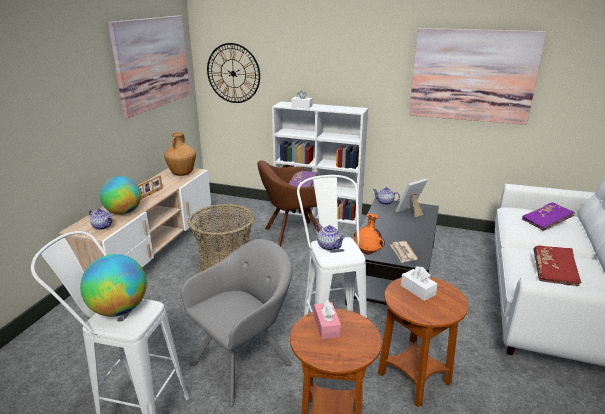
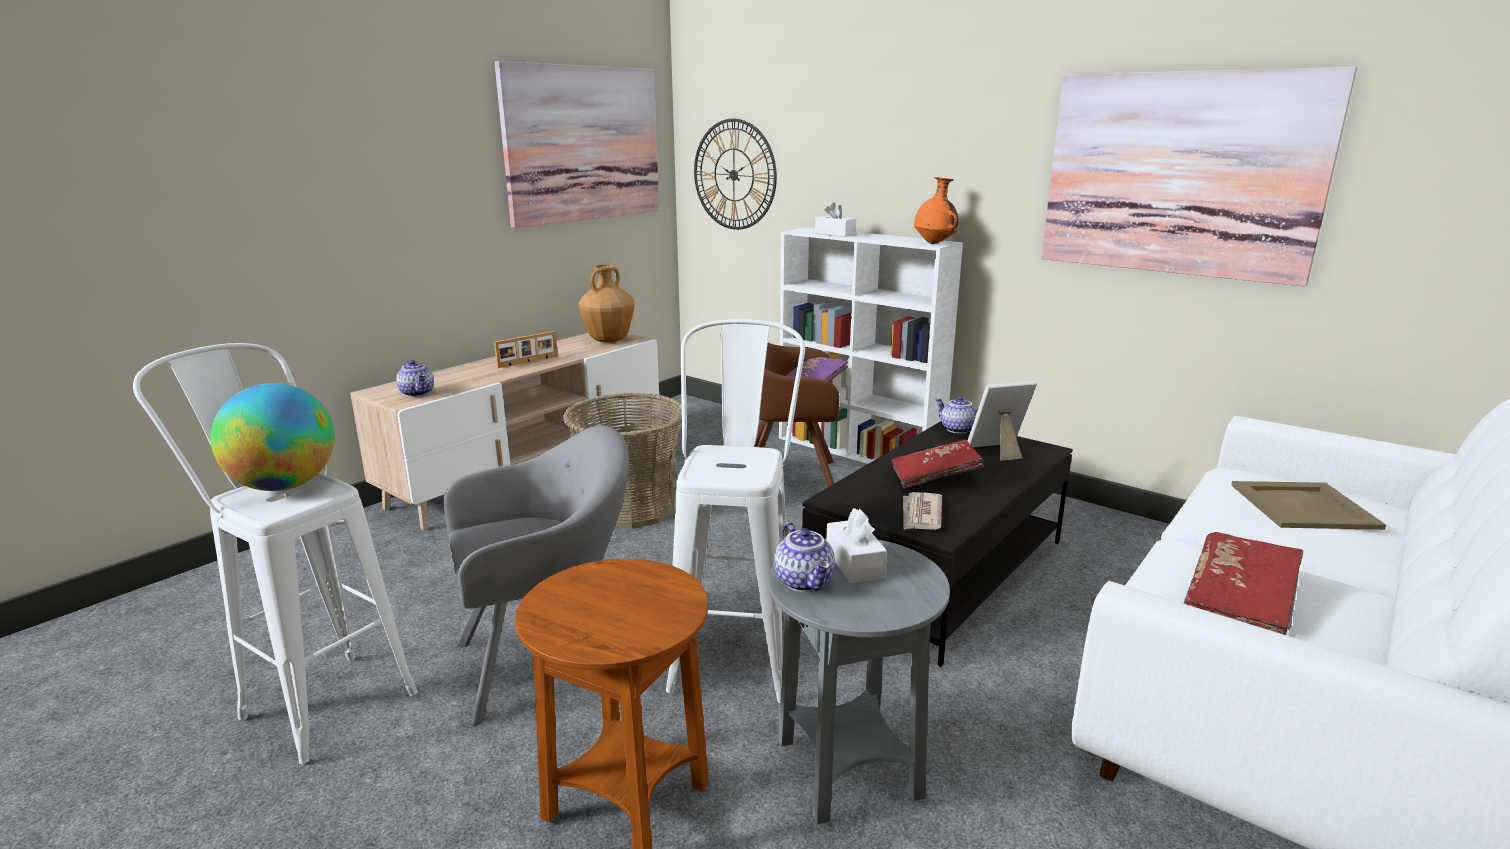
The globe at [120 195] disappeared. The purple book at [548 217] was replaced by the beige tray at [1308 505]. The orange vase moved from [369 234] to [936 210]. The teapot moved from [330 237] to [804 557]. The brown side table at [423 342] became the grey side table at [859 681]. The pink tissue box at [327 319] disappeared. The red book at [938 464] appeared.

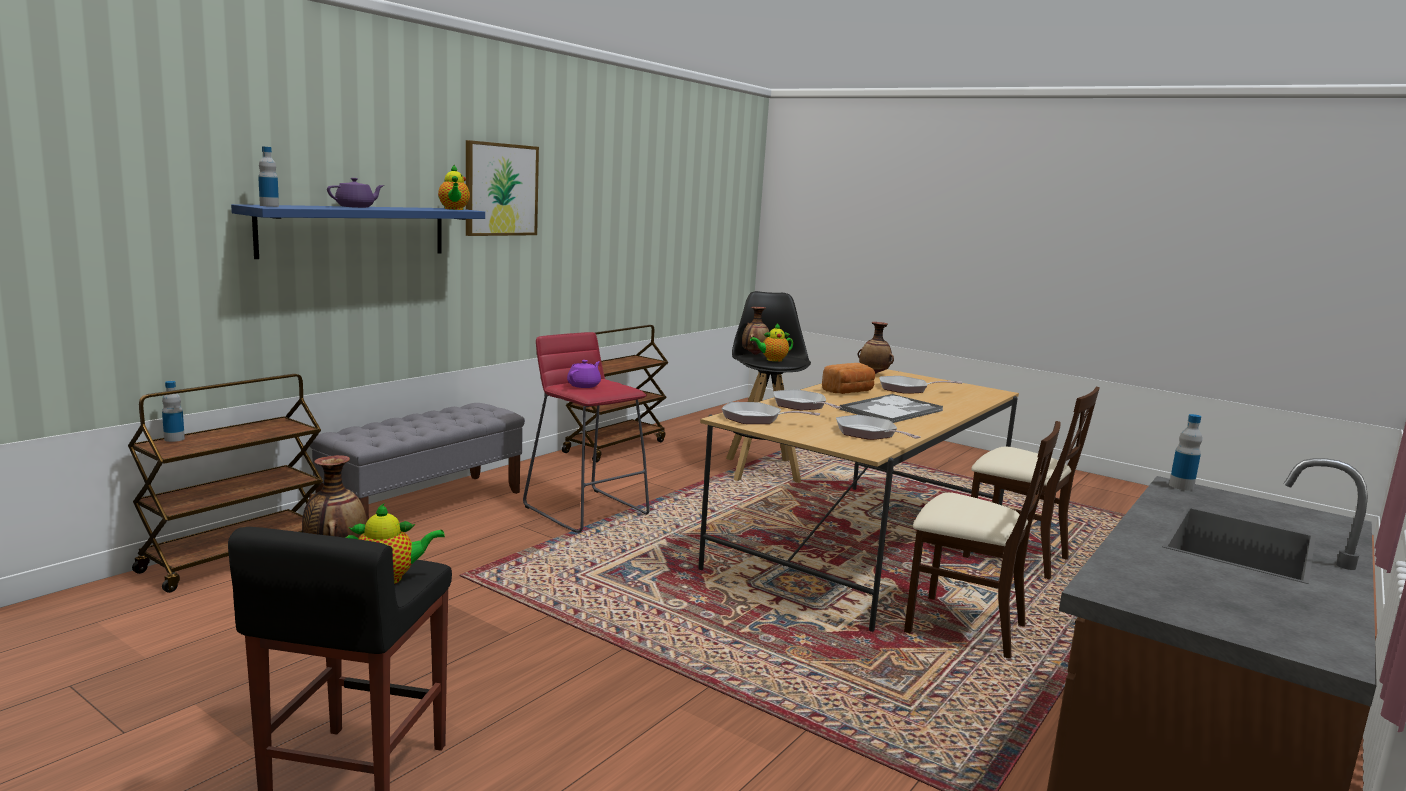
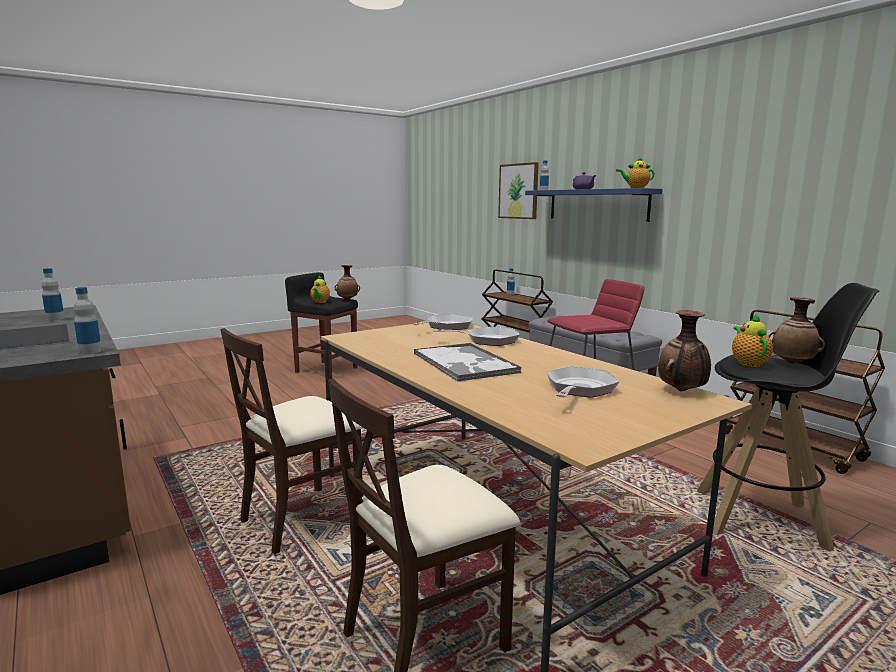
The picture moved from [502 188] to [518 190]. The purple teapot at [584 374] disappeared. The bread at [848 378] disappeared. The frying pan at [878 427] disappeared. The bottle at [53 294] appeared.

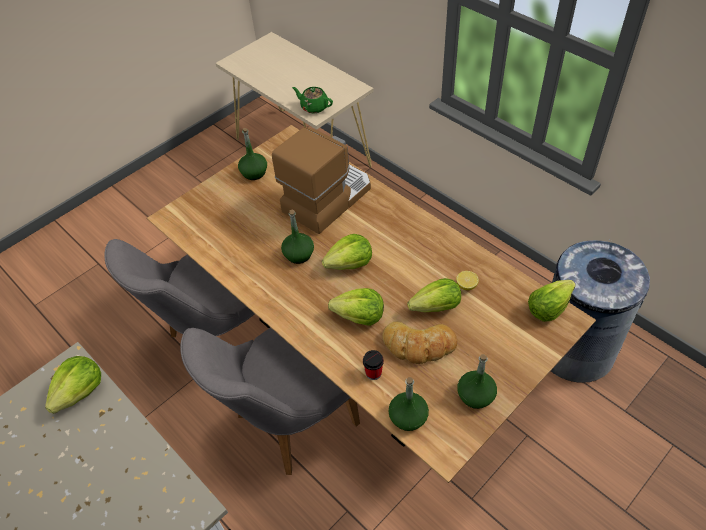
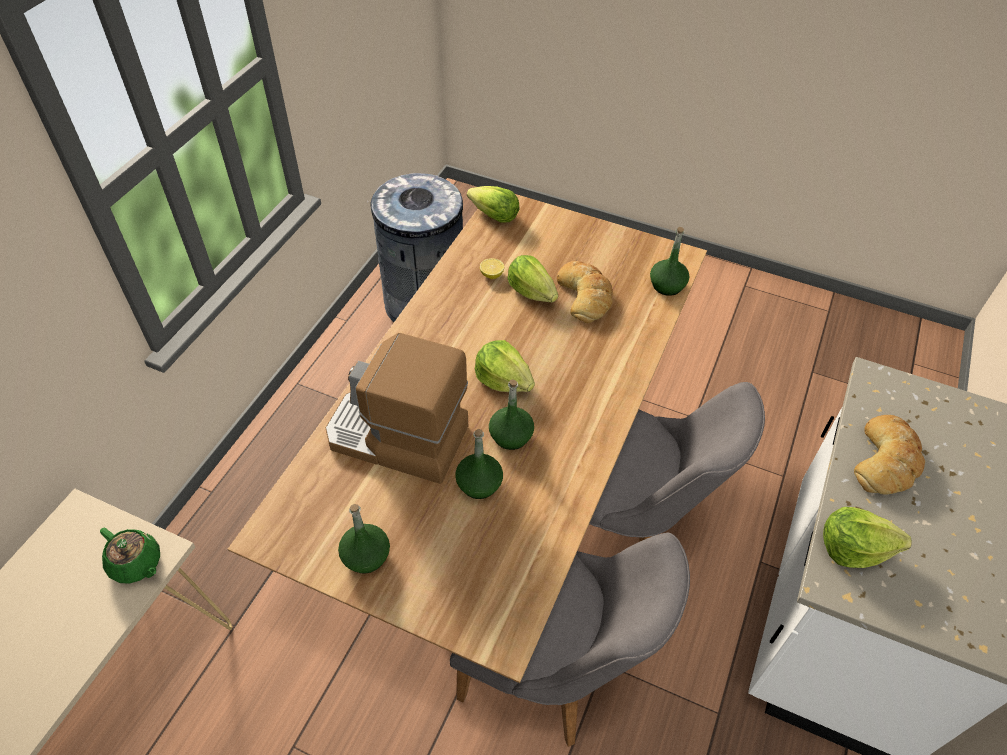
The green teapot at [312 100] turned 60 degrees counterclockwise. The lettuce at [356 307] disappeared. The cup at [373 365] disappeared. The green bottle moved from [477 381] to [479 464]. The bread at [889 455] appeared.

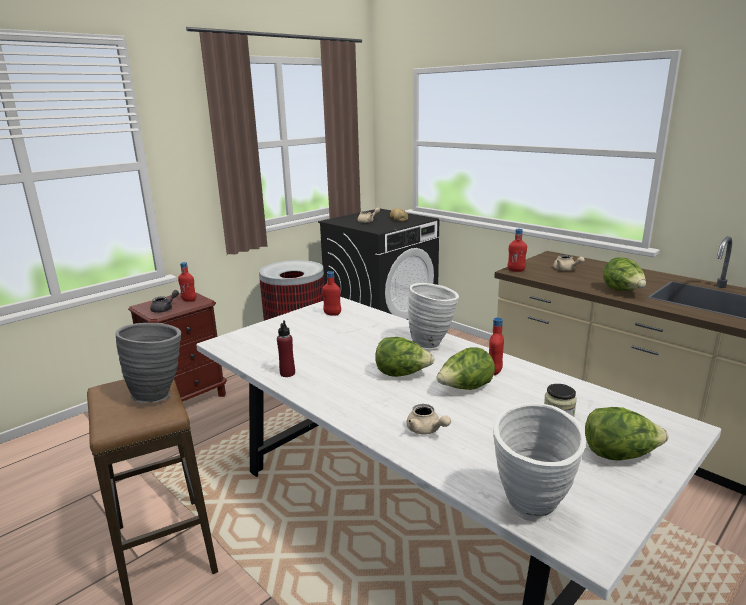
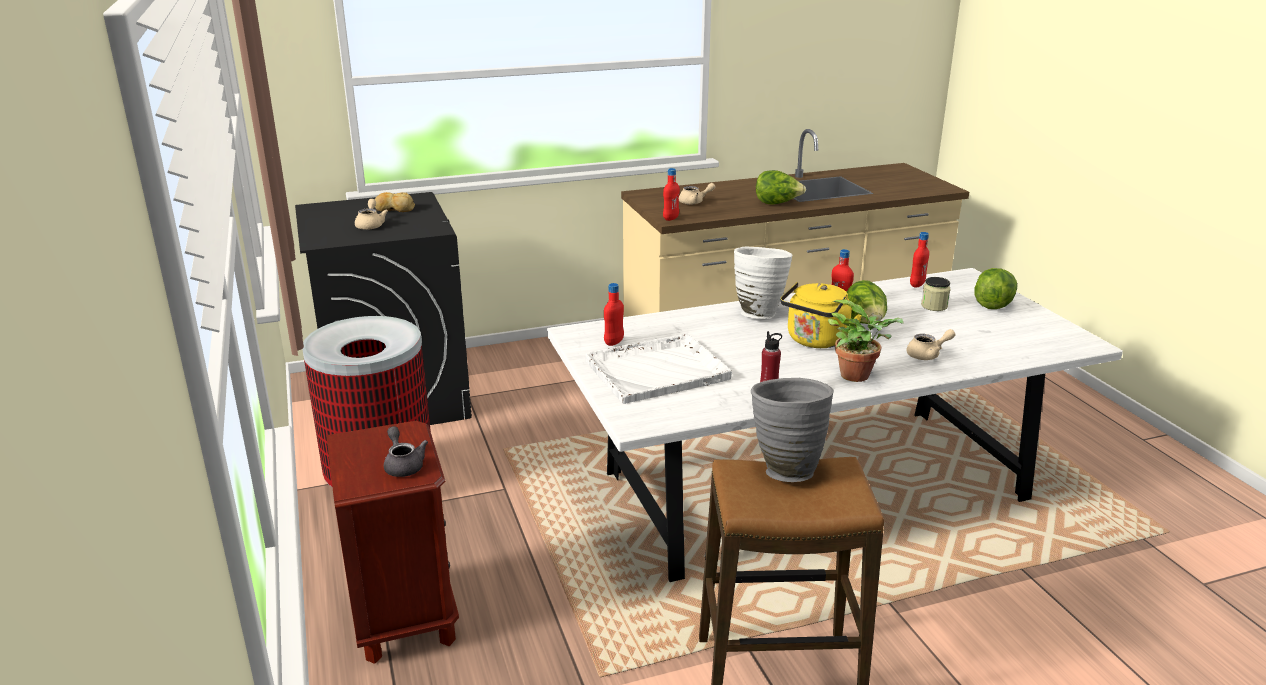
The red bottle moved from [187 282] to [919 260]. The lettuce at [404 357] was replaced by the yellow kettle at [821 315]. The white vase at [539 462] disappeared. The potted plant at [866 340] appeared. The white tray at [658 368] appeared.

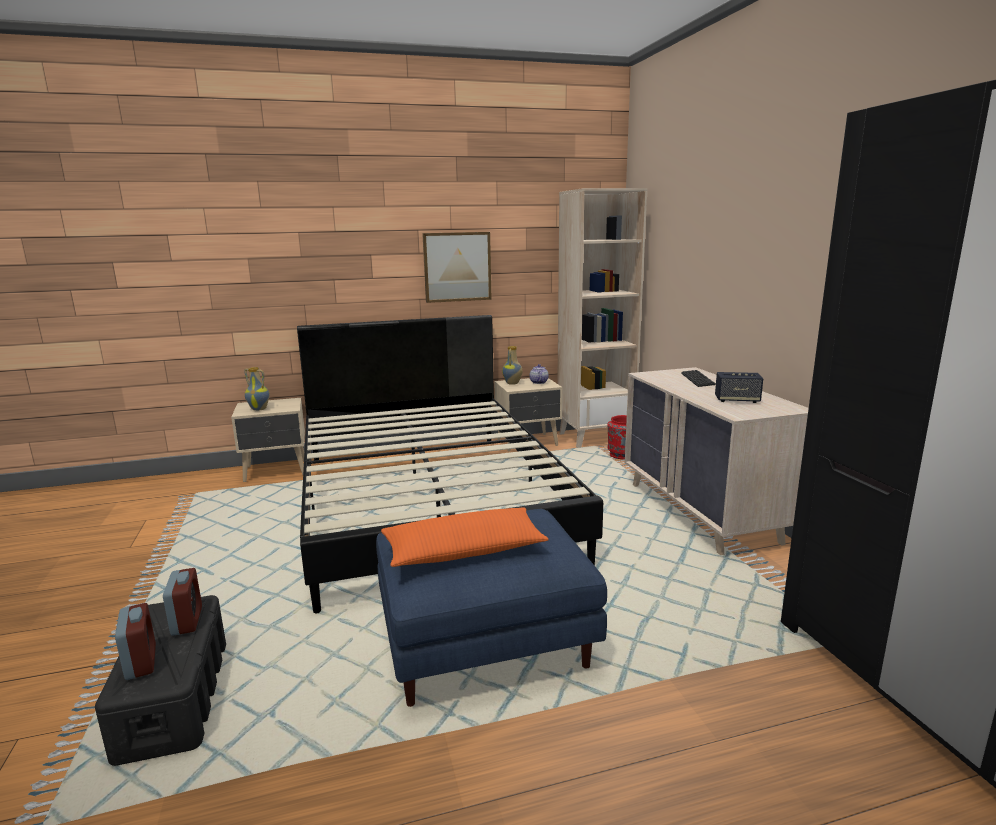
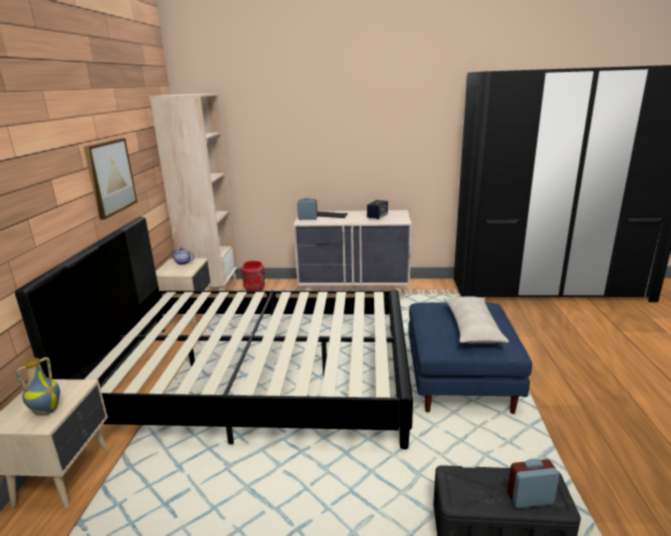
The vase at [512 365] disappeared. The orange pillow at [465 537] became the beige pillow at [476 320]. The alarm clock moved from [182 602] to [307 209].

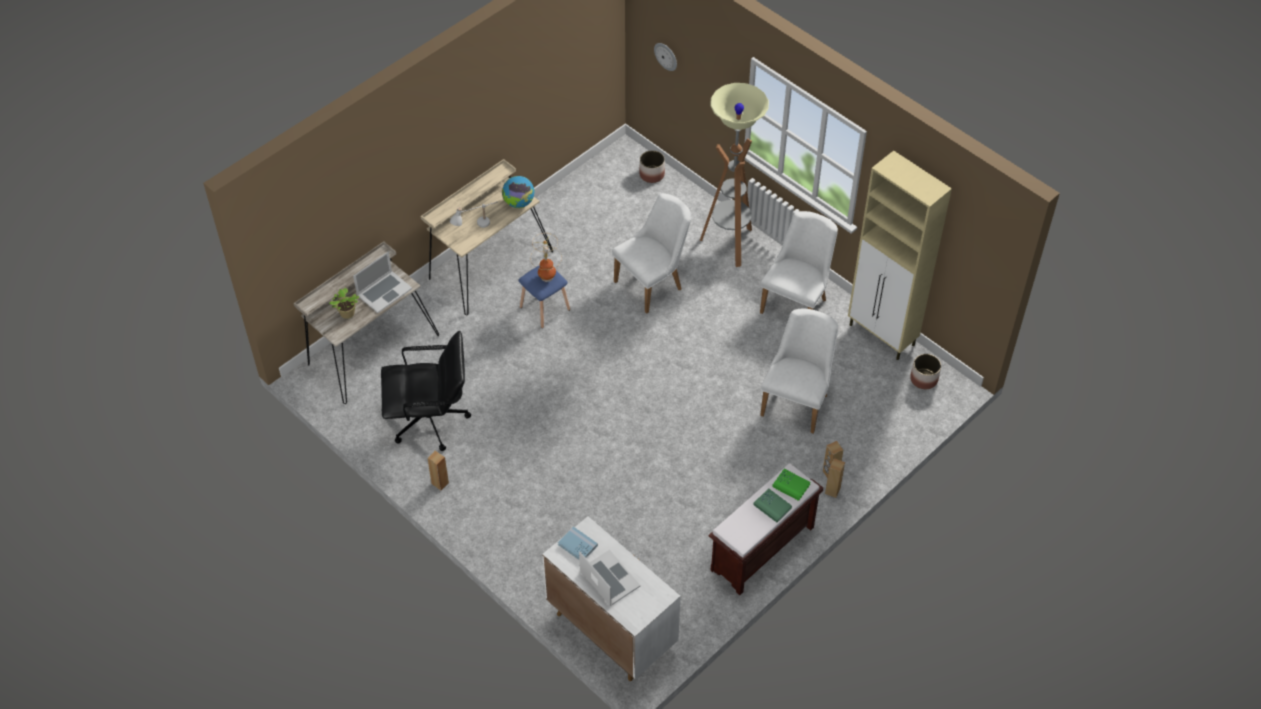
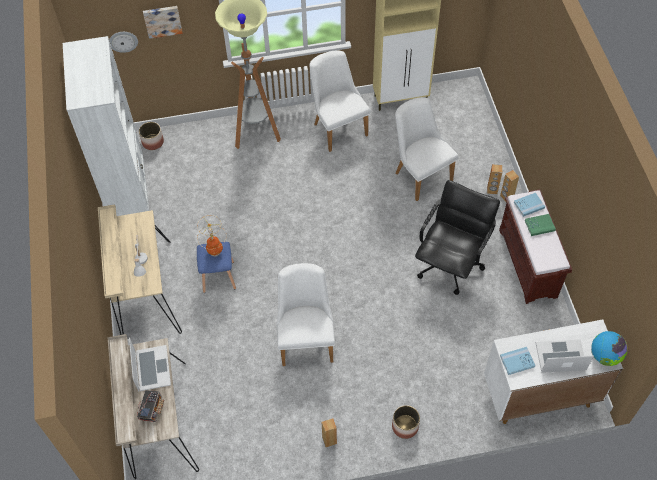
The globe moved from [518 192] to [609 348]. The white chair moved from [652 253] to [306 314]. The potted plant at [344 303] was replaced by the radio at [150 406]. The black office chair moved from [426 391] to [457 237]. The planter moved from [925 371] to [406 422]. The green book at [791 485] became the blue book at [529 204]. The picture at [163 22] appeared. The white bookcase at [106 126] appeared.

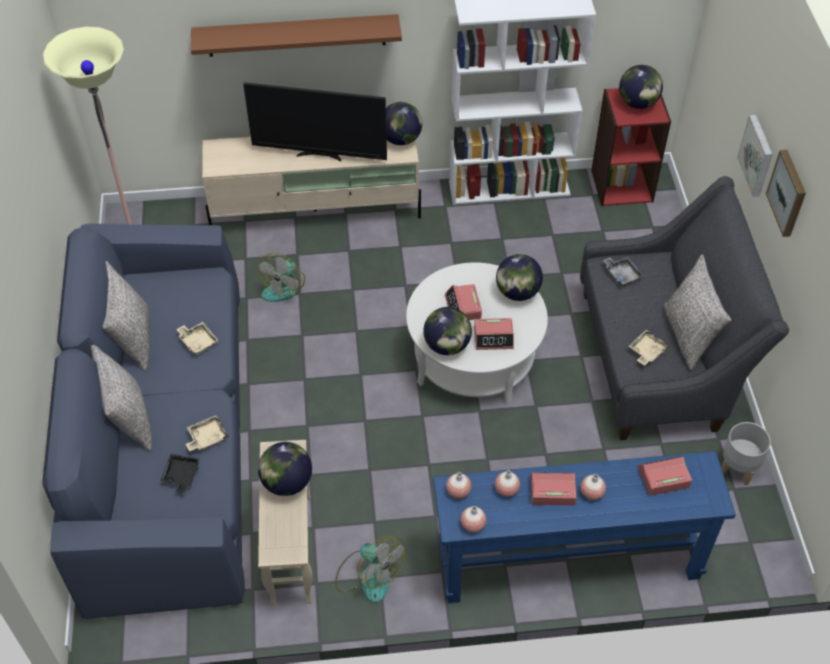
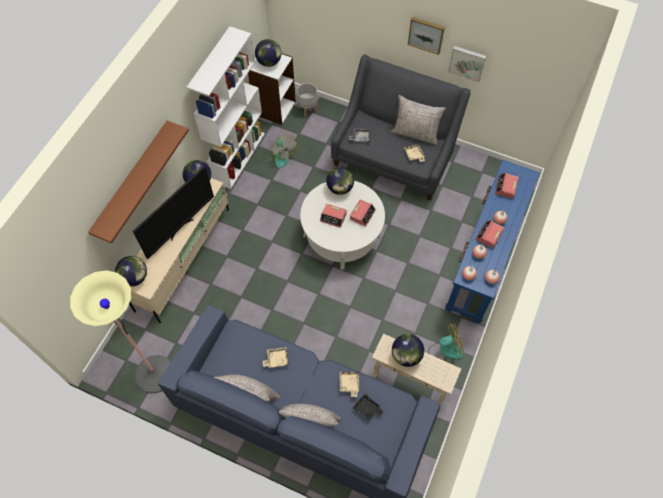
The red bookcase at [631 147] became the white bookcase at [272 89]. The picture moved from [755 156] to [467 64]. The fan moved from [281 277] to [280 151]. The globe moved from [447 331] to [131 271]. The grey planter moved from [746 454] to [307 100].

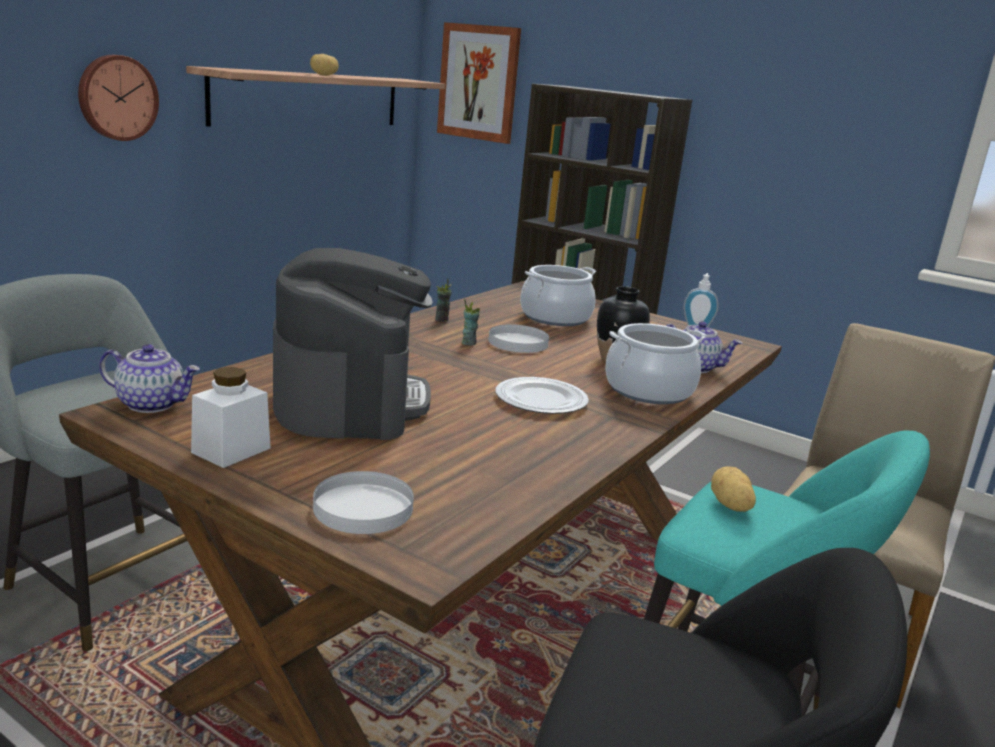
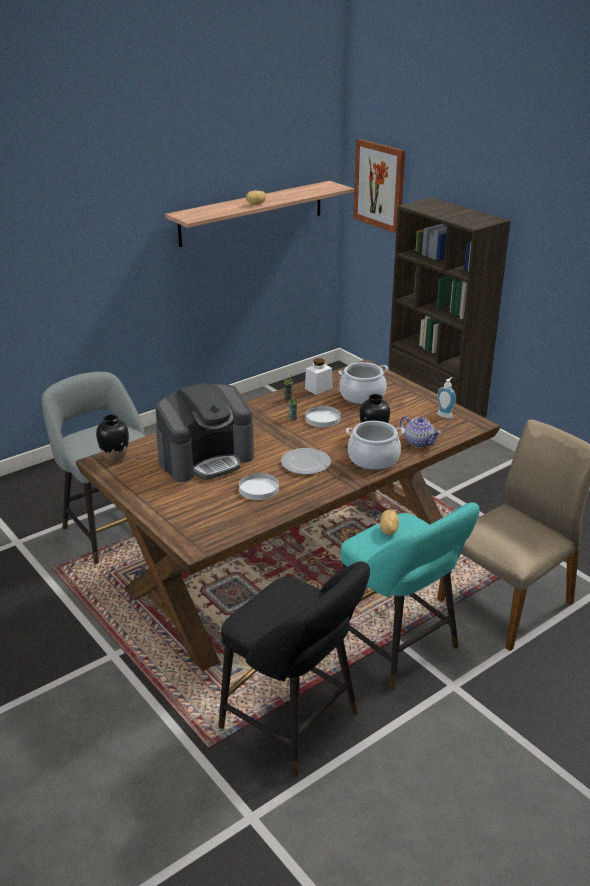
The wall clock at [118 98] disappeared. The coffee machine at [353 344] turned 45 degrees clockwise. The teapot at [149 378] was replaced by the black vase at [112 438]. The white jar moved from [231 417] to [319 376]. The white plate moved from [363 502] to [259 486].

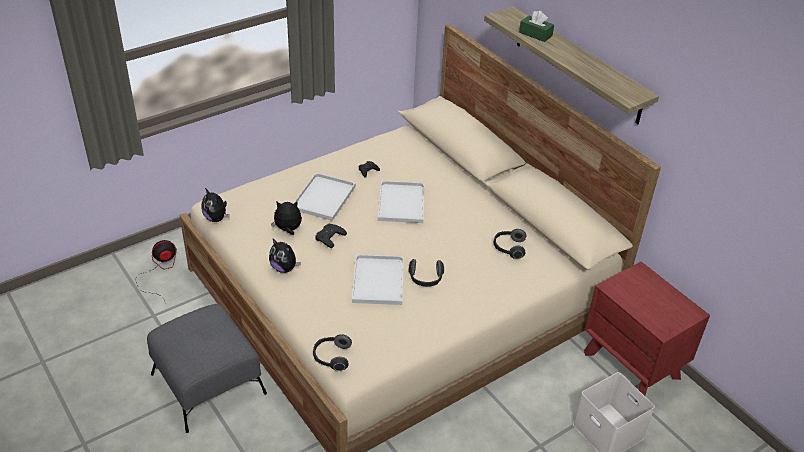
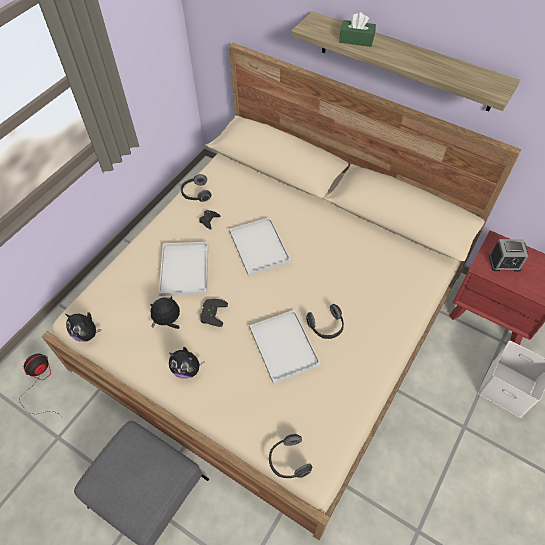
The headphones moved from [510 244] to [196 188]. The alarm clock at [509 255] appeared.

